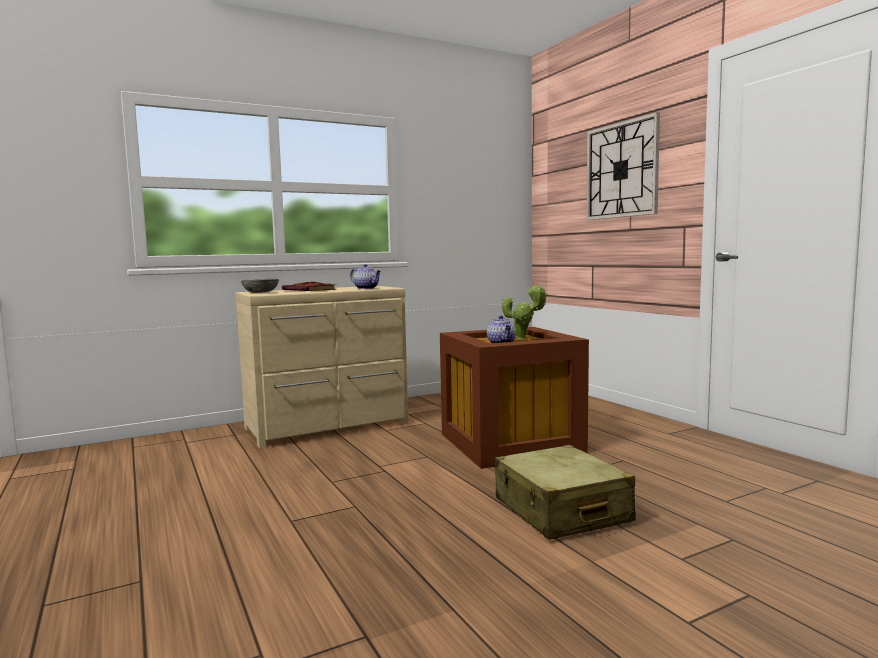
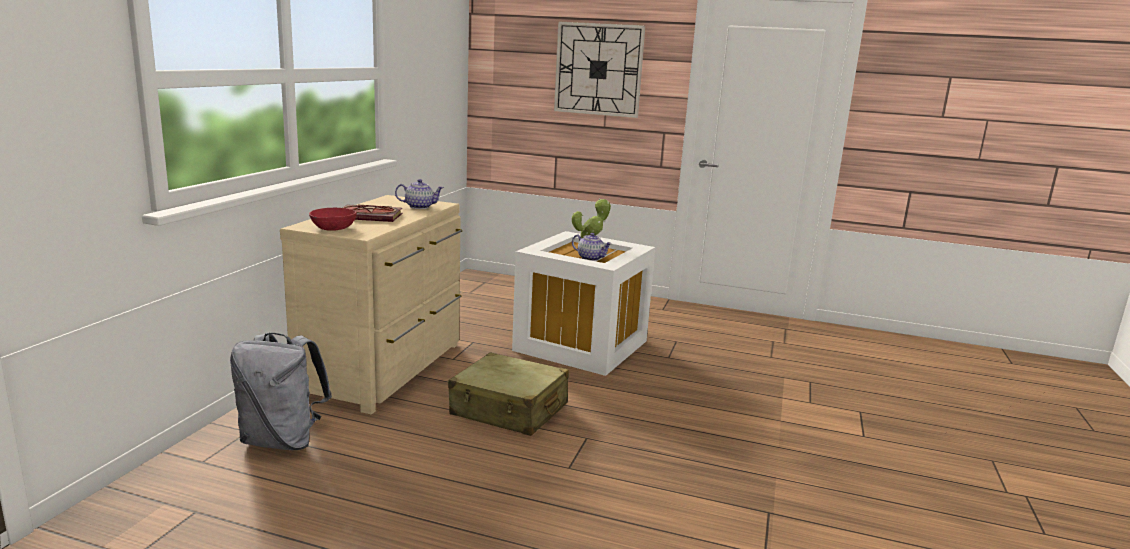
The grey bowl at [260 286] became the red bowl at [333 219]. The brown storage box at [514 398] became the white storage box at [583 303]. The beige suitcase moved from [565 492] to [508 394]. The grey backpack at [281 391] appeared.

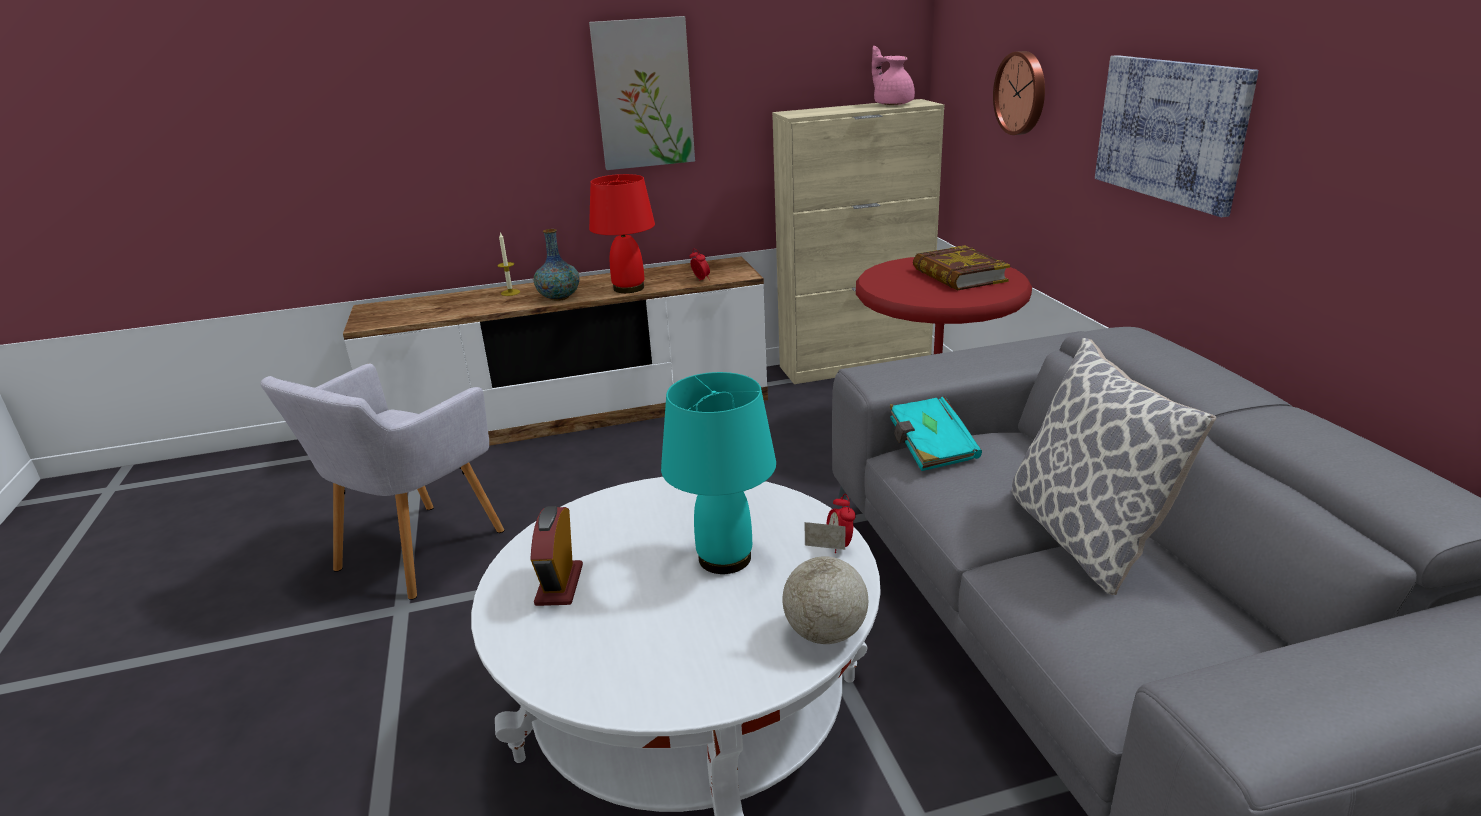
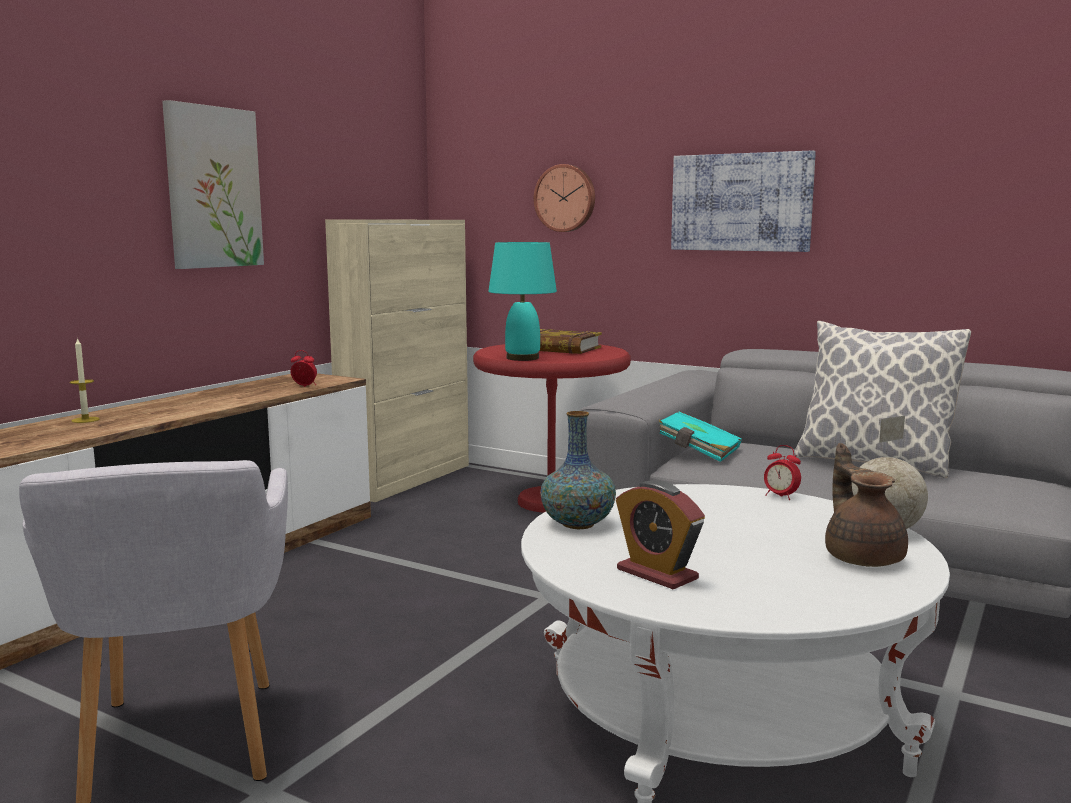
The pink teapot at [893 75] disappeared. The red table lamp at [622 233] disappeared. The vase moved from [557 265] to [578 470]. The turquoise table lamp moved from [718 473] to [522 301]. The brown teapot at [866 505] appeared.

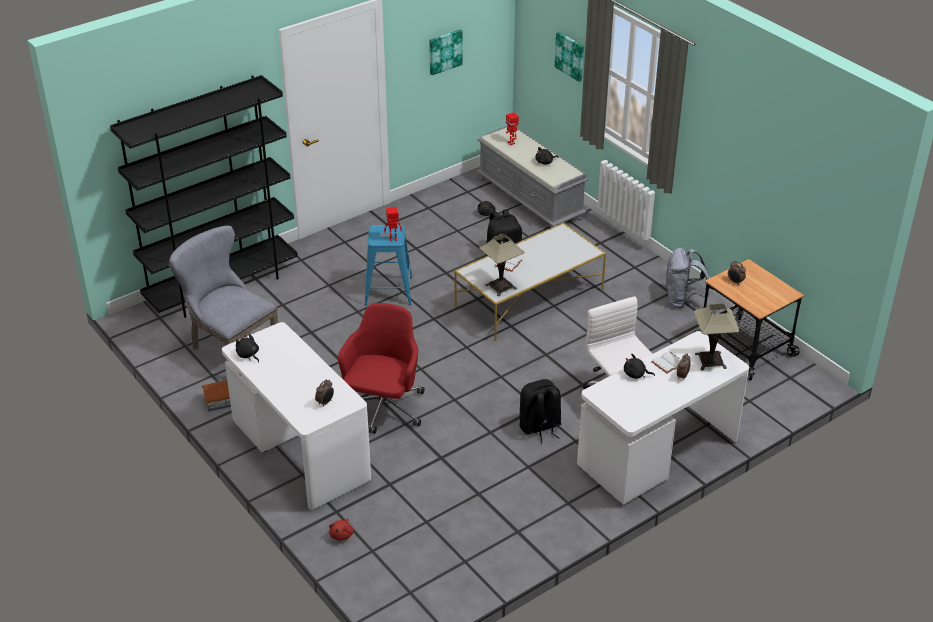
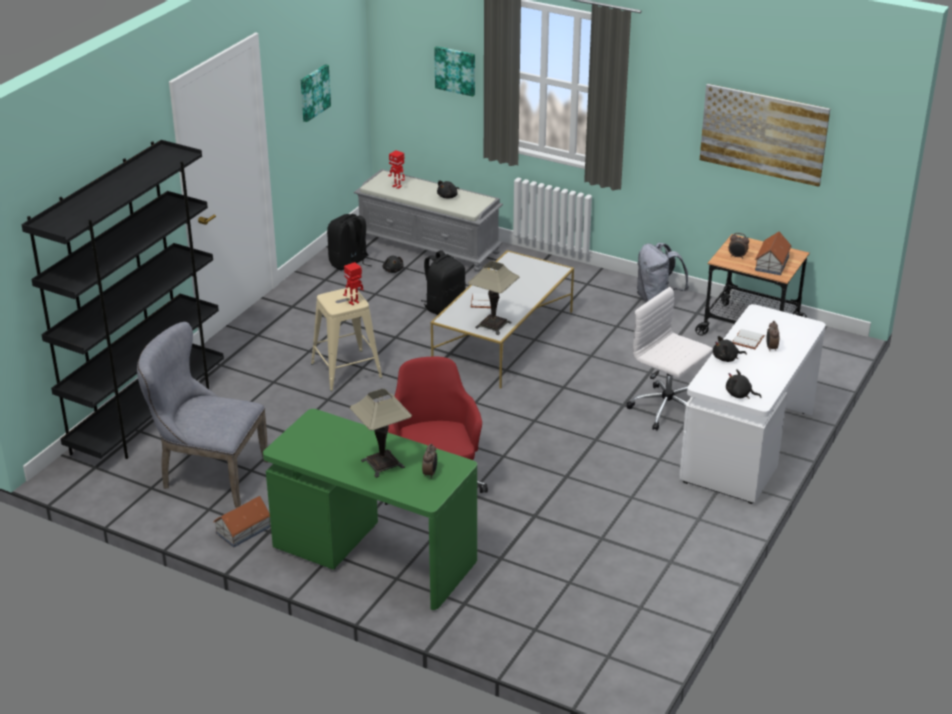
The blue stool at [388 265] became the beige stool at [346 339]. The table lamp moved from [717 337] to [381 433]. The white desk at [296 415] became the green desk at [370 509]. The black plush toy moved from [247 348] to [744 384]. The black backpack moved from [540 411] to [349 242]. The red plush toy at [341 530] disappeared. The picture at [765 135] appeared. The toy house at [773 253] appeared.

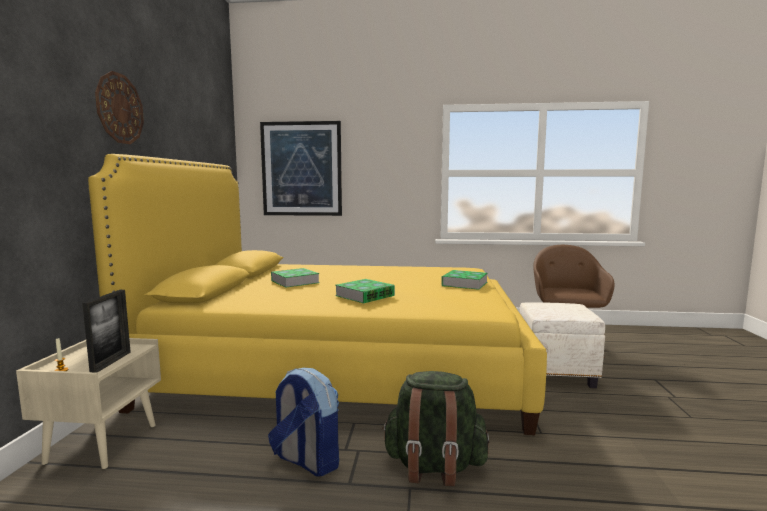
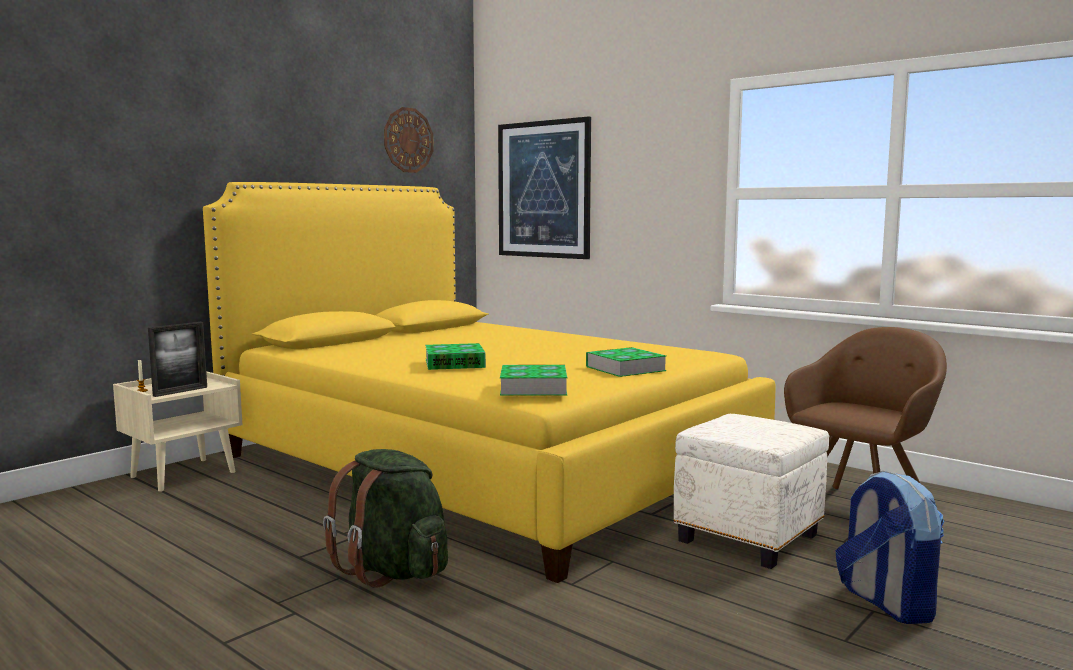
The wall clock moved from [119 107] to [409 140]. The book moved from [295 278] to [533 380]. The backpack moved from [303 422] to [890 547].

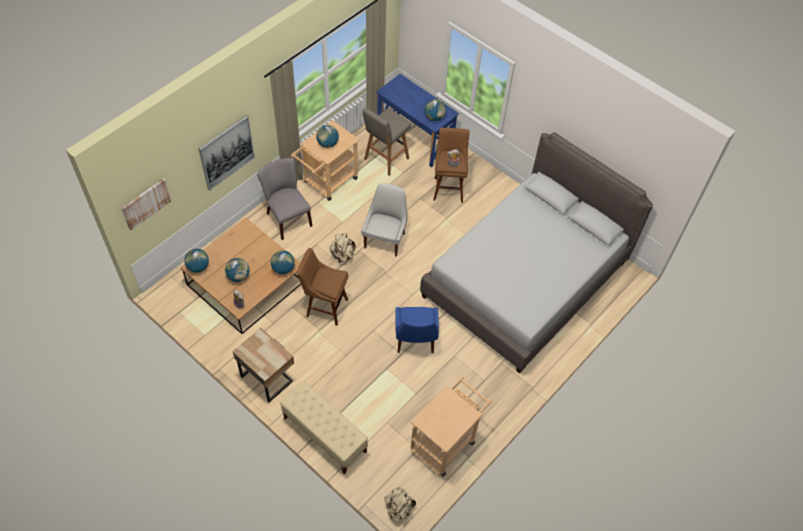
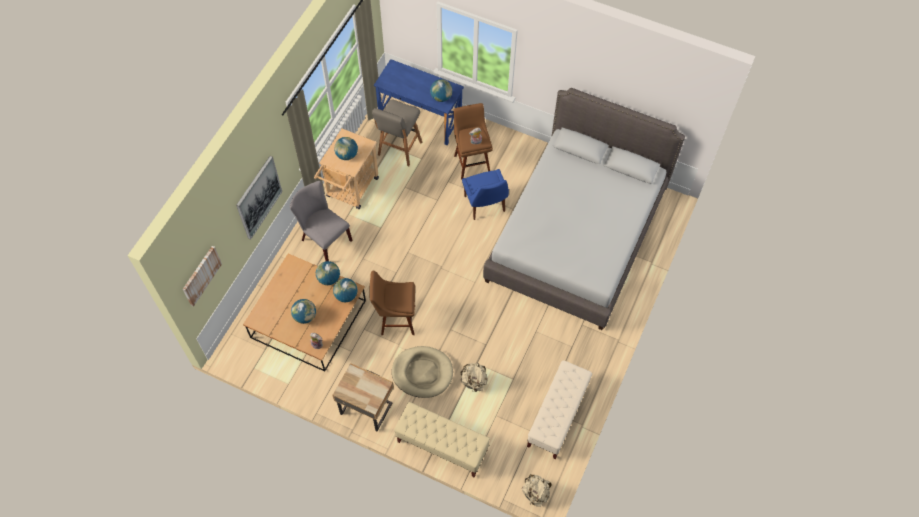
The white chair at [384 220] disappeared. The beige backpack moved from [342 248] to [474 378]. The globe moved from [196 261] to [328 273]. The blue chair moved from [417 330] to [485 194]. The beige cart at [451 427] was replaced by the beige bench at [559 410]. The beige dog bed at [422 372] appeared.

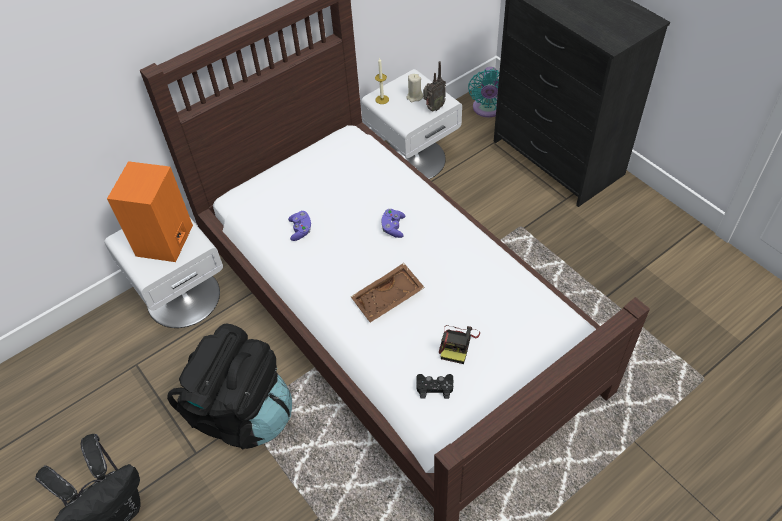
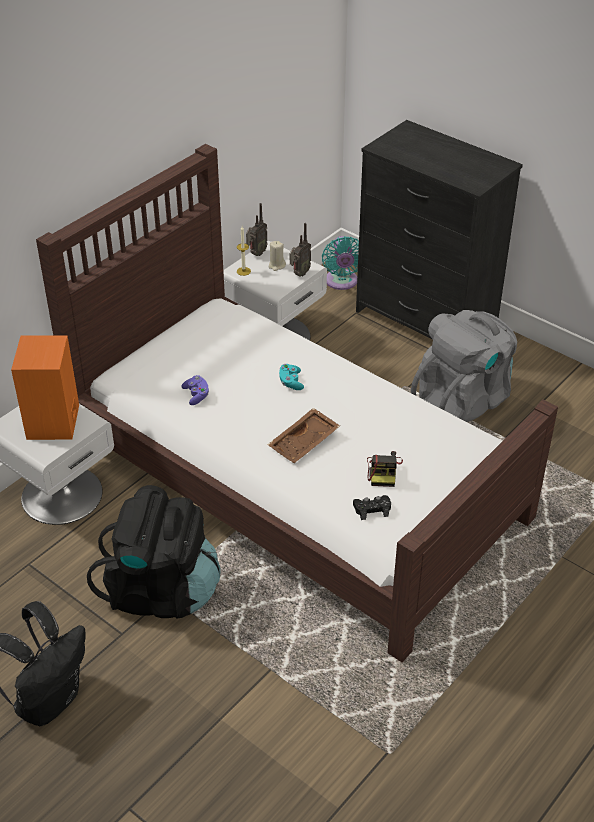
The purple game controller at [393 223] became the turquoise game controller at [291 377]. The radio at [257 229] appeared. The grey backpack at [464 366] appeared.

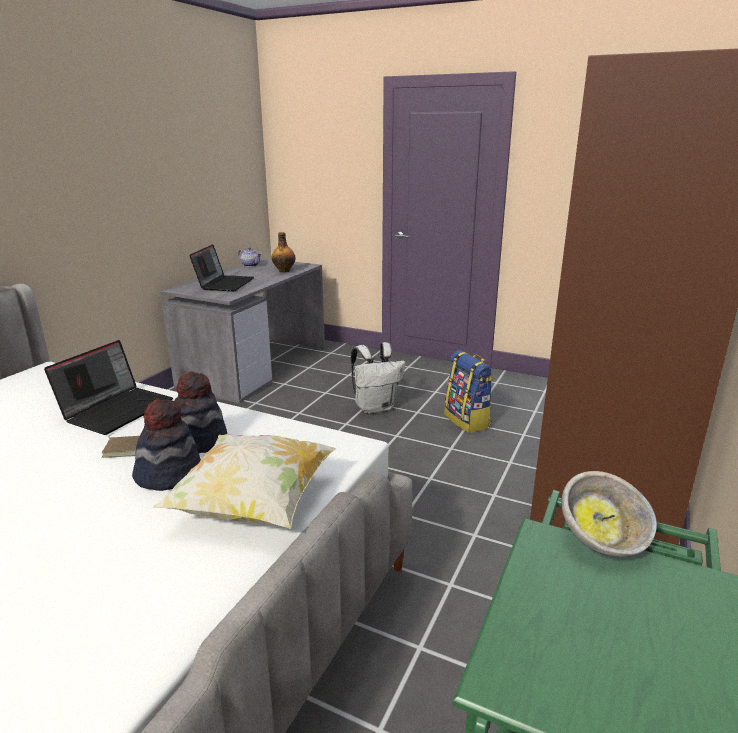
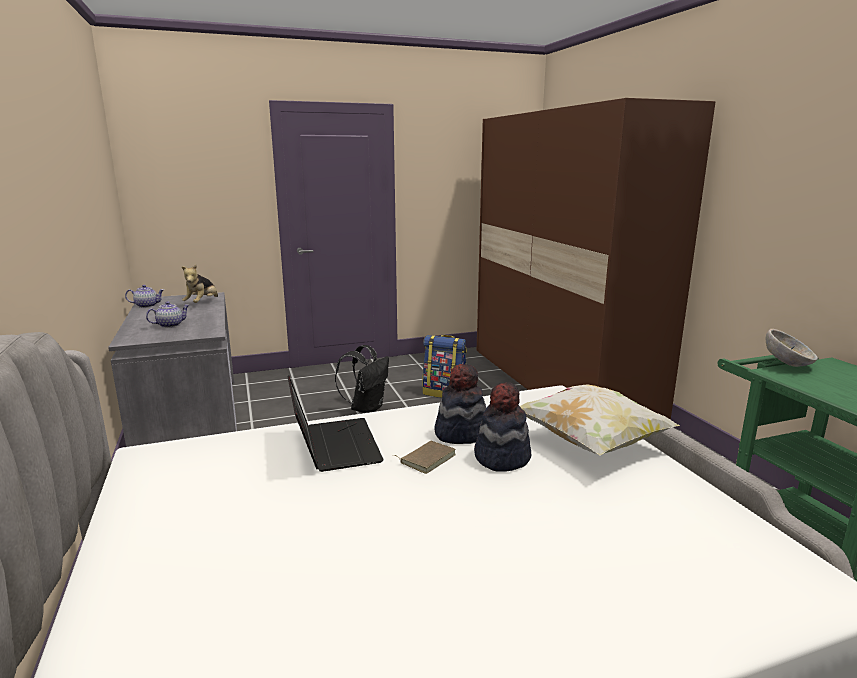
The bottle at [283 252] was replaced by the plush toy at [200 283]. The laptop at [221 267] was replaced by the teapot at [168 315]. The white backpack at [378 378] became the black backpack at [362 379].

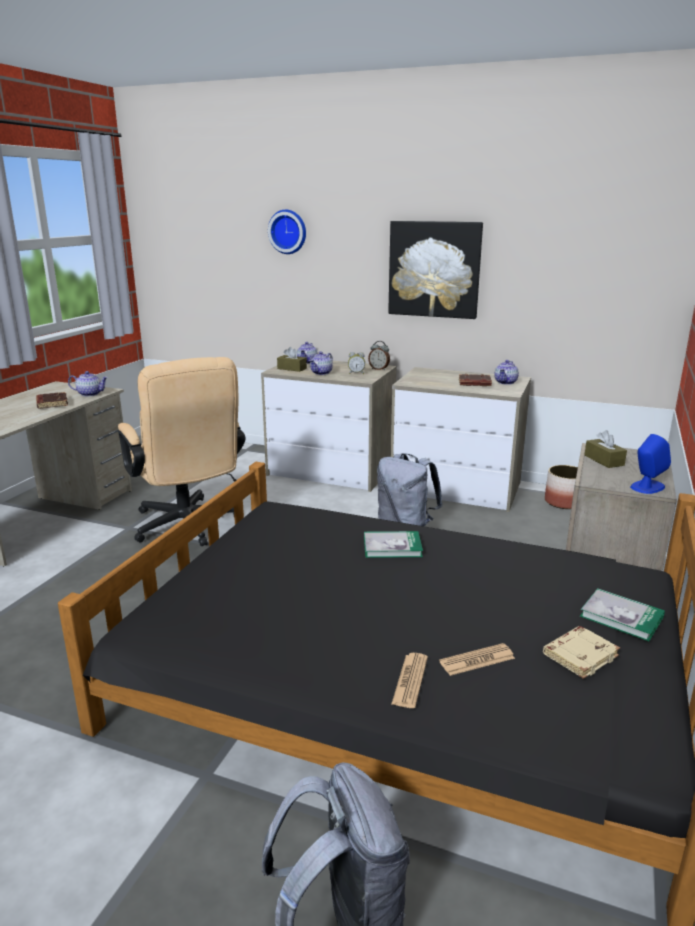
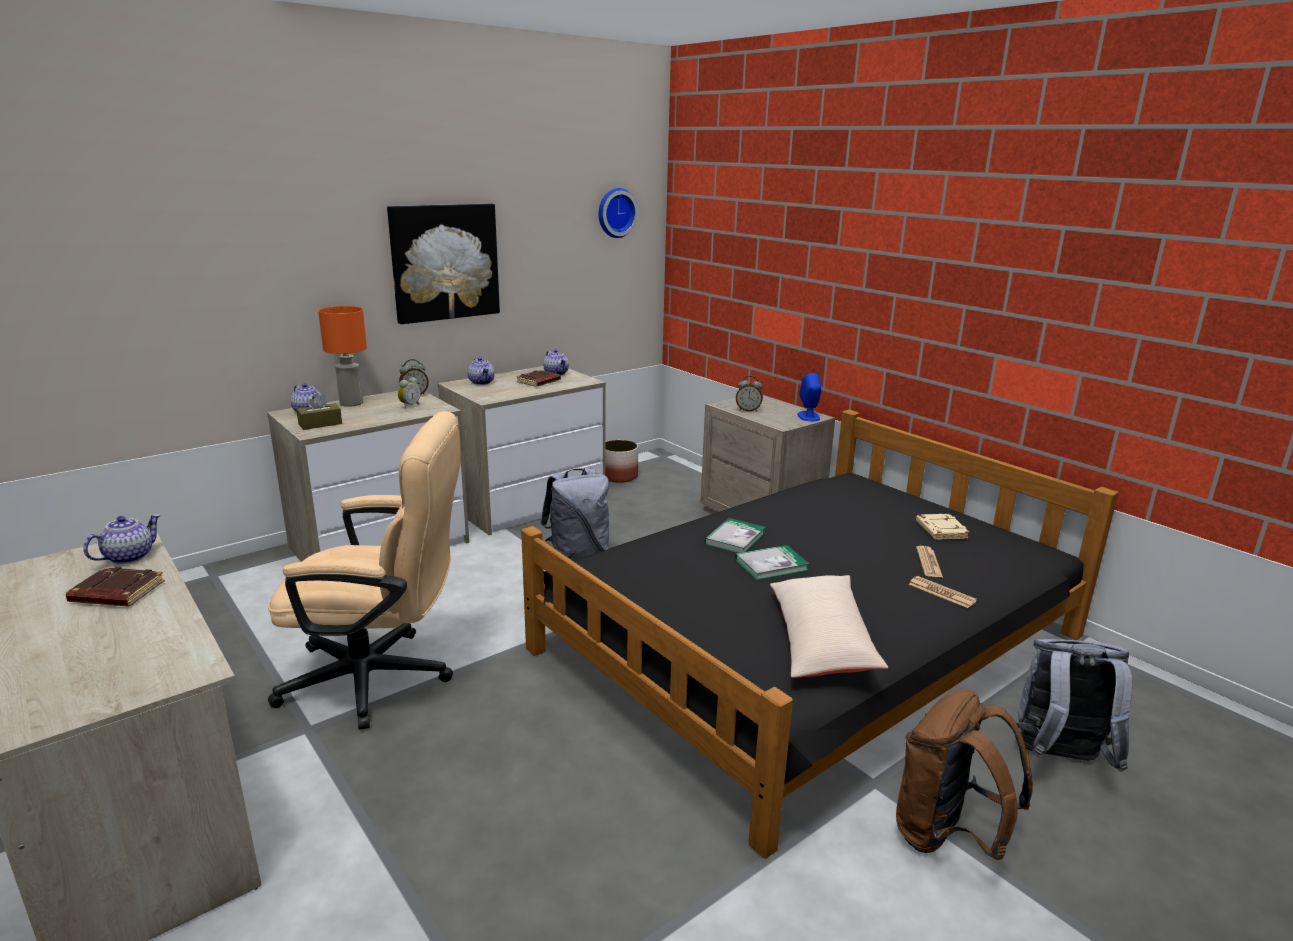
The wall clock moved from [287 232] to [618 213]. The teapot moved from [321 363] to [481 371]. The brown tissue box at [606 449] was replaced by the alarm clock at [749 394]. The book moved from [622 614] to [772 562]. The orange table lamp at [342 356] appeared. The beige pillow at [829 626] appeared. The brown backpack at [964 774] appeared.

